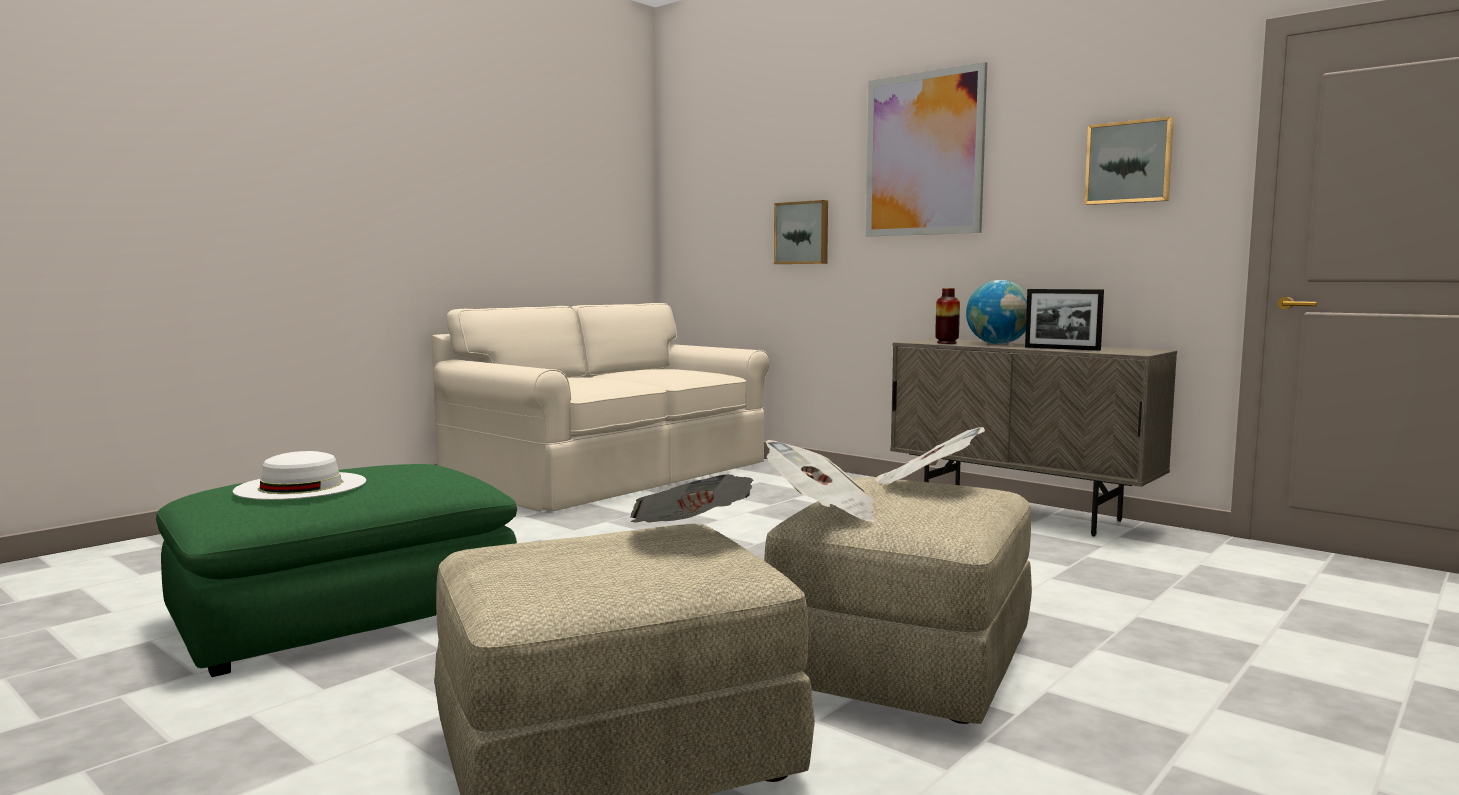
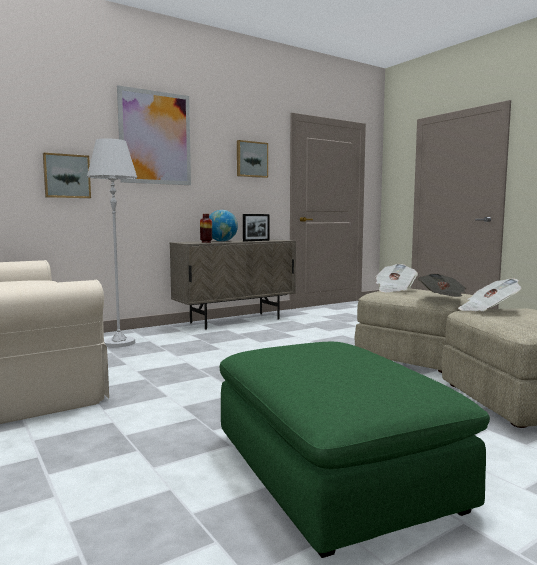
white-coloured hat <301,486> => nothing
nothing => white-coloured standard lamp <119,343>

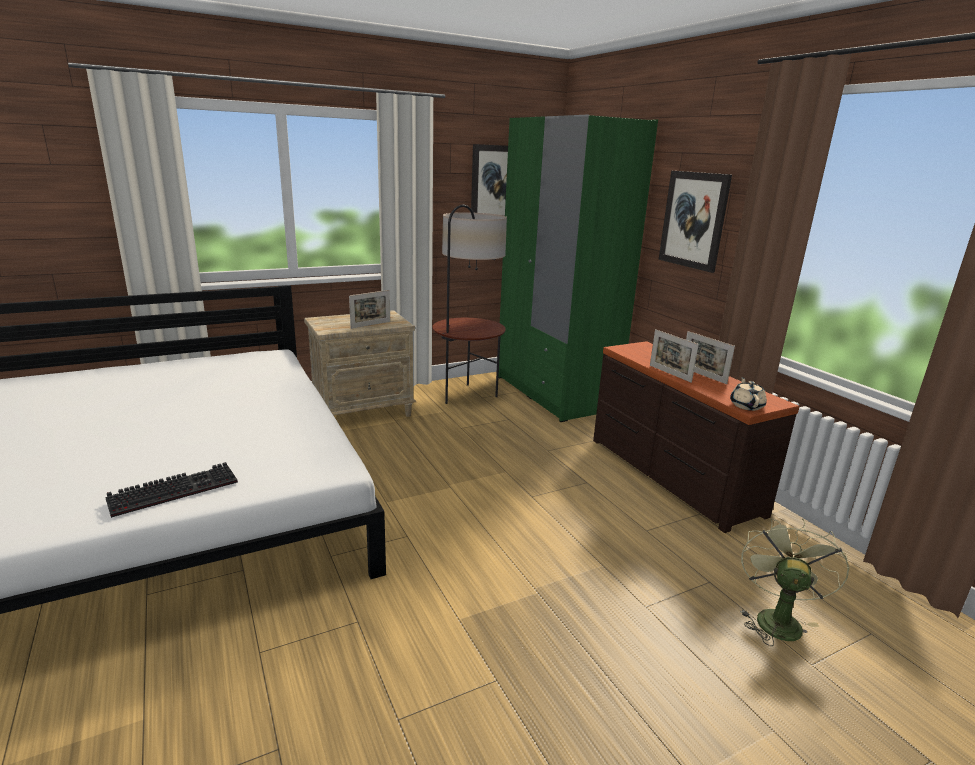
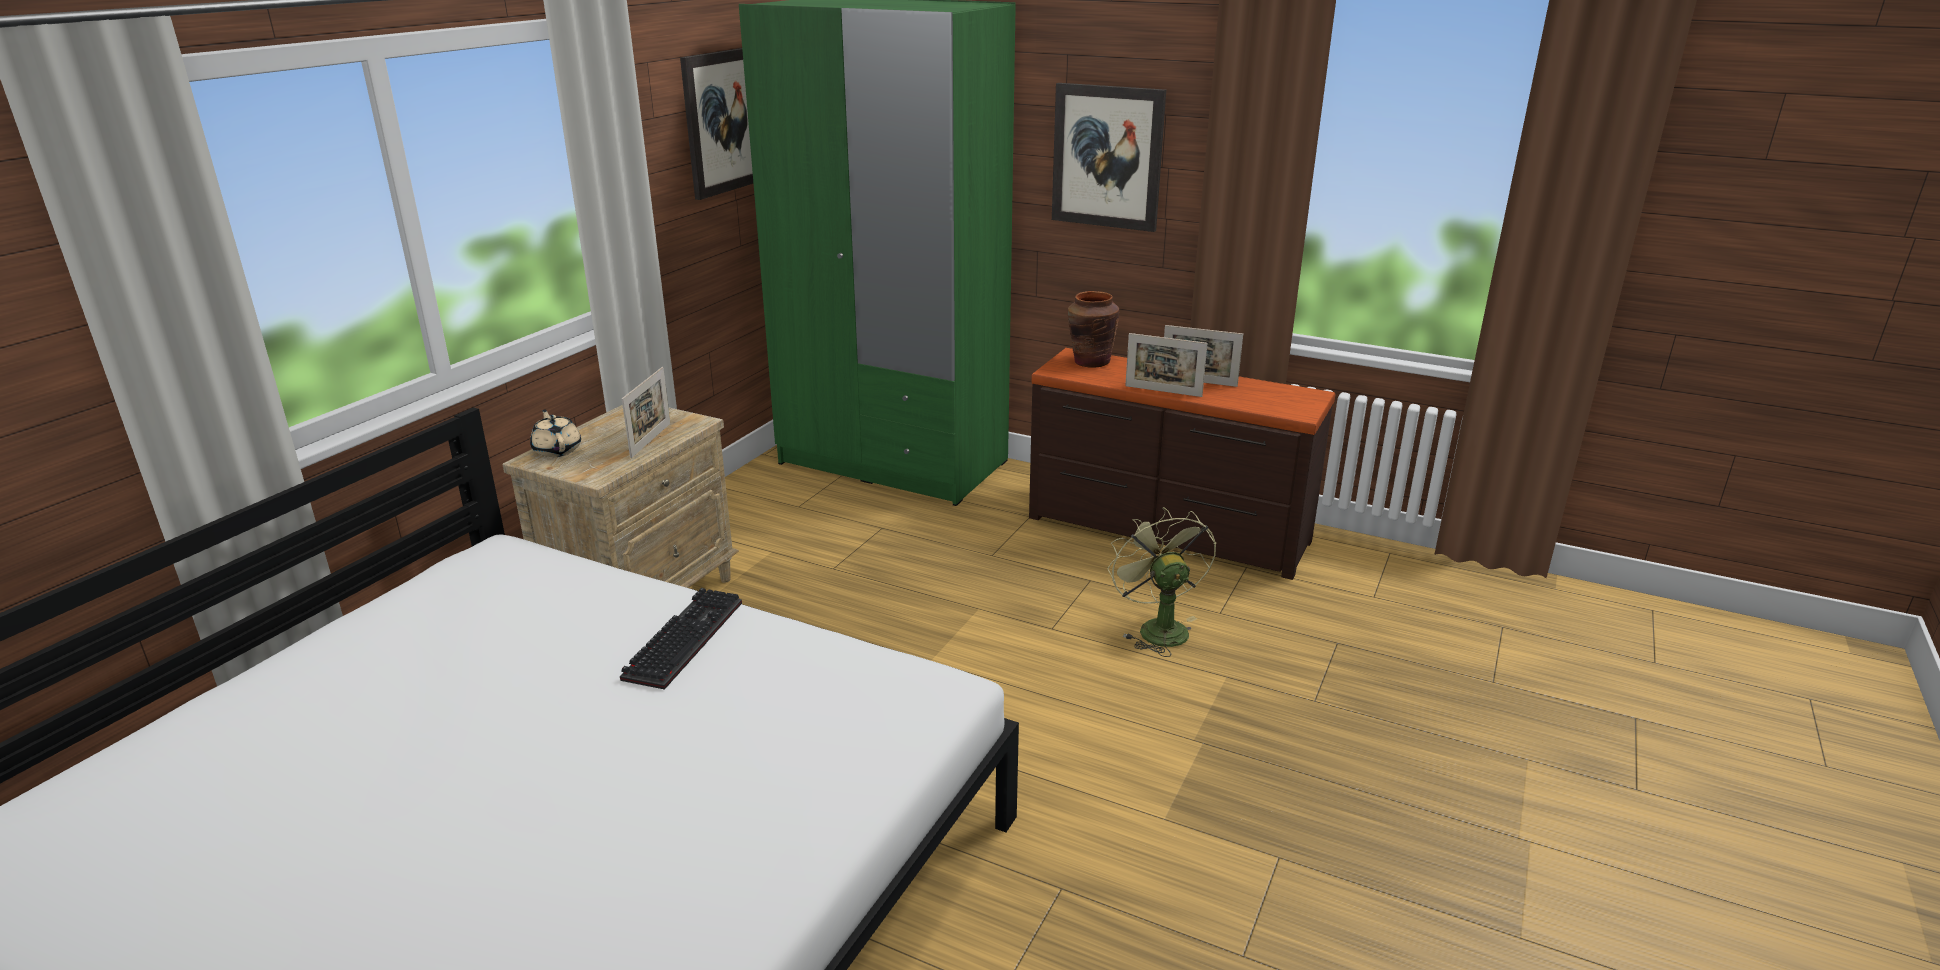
standard lamp <466,396> => nothing
nothing => brown-coloured flower vase <1091,362>
computer keyboard <175,490> => computer keyboard <683,638>, move
beige-coloured pot for tea <746,405> => beige-coloured pot for tea <557,450>, move
greenish fan <776,618> => greenish fan <1157,628>, move

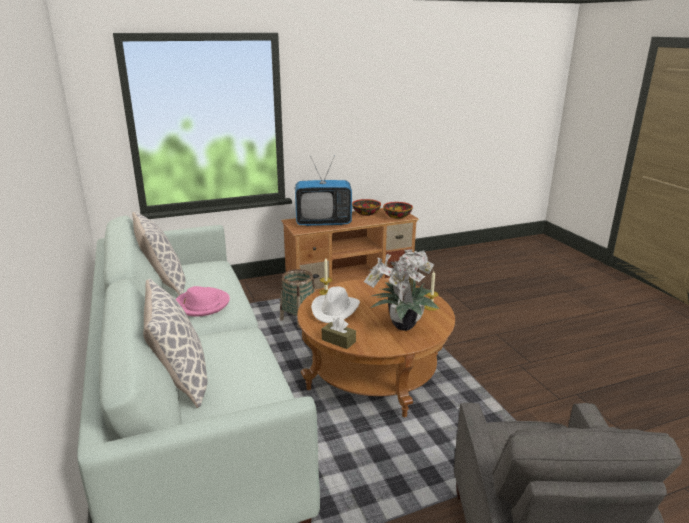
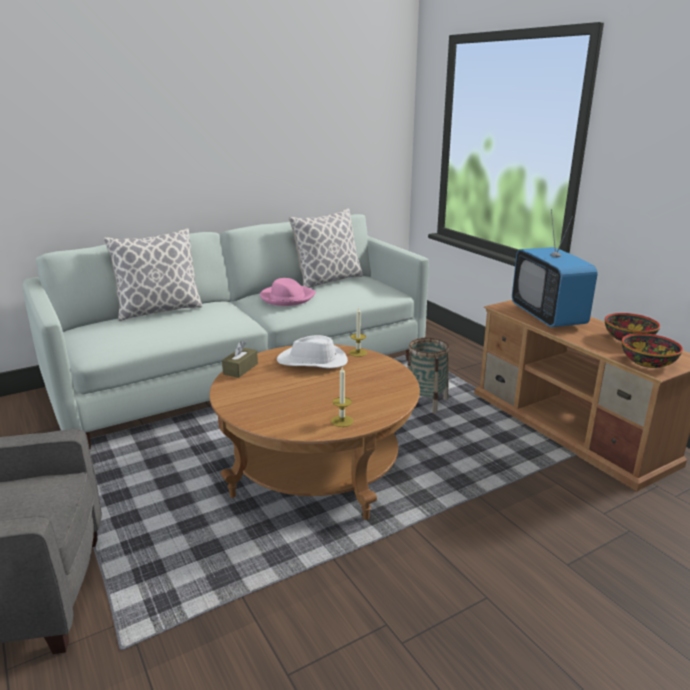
houseplant <401,326> => nothing

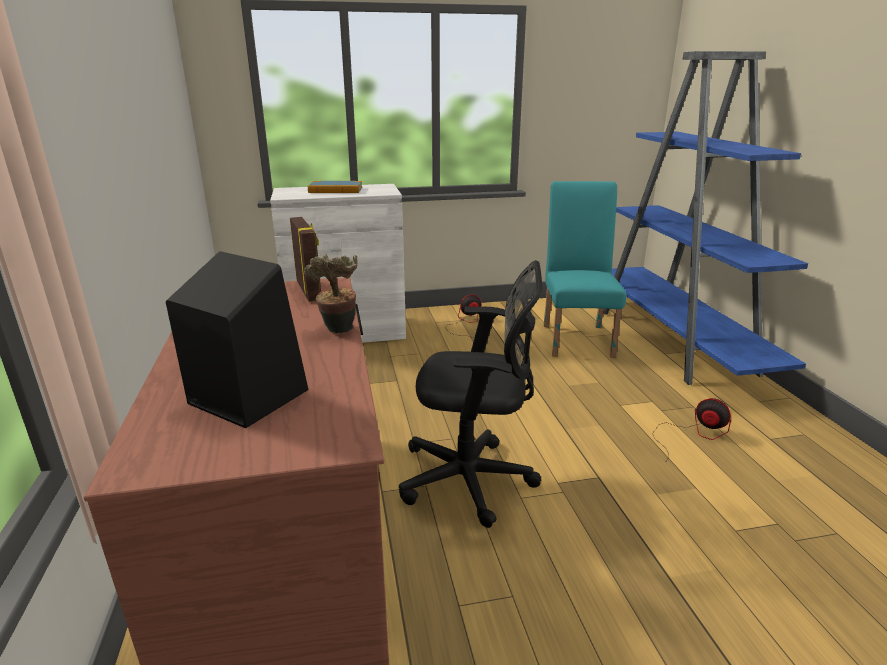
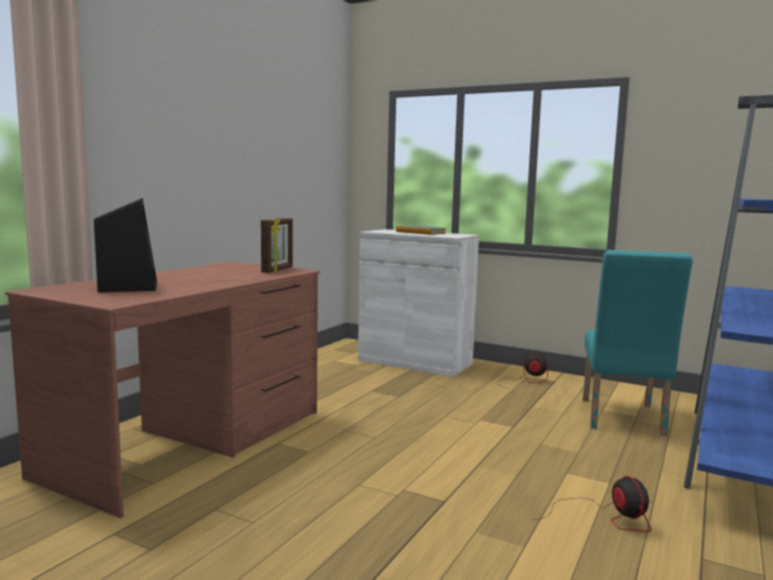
houseplant <338,331> => nothing
black desk chair <472,480> => nothing
blue-green chair <577,337> => blue-green chair <622,419>, 150 degrees clockwise

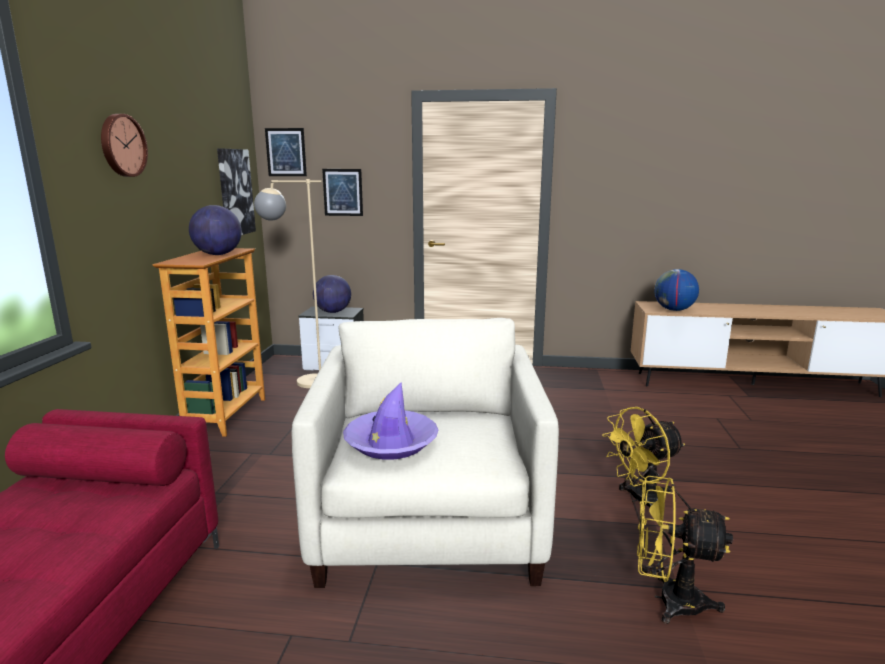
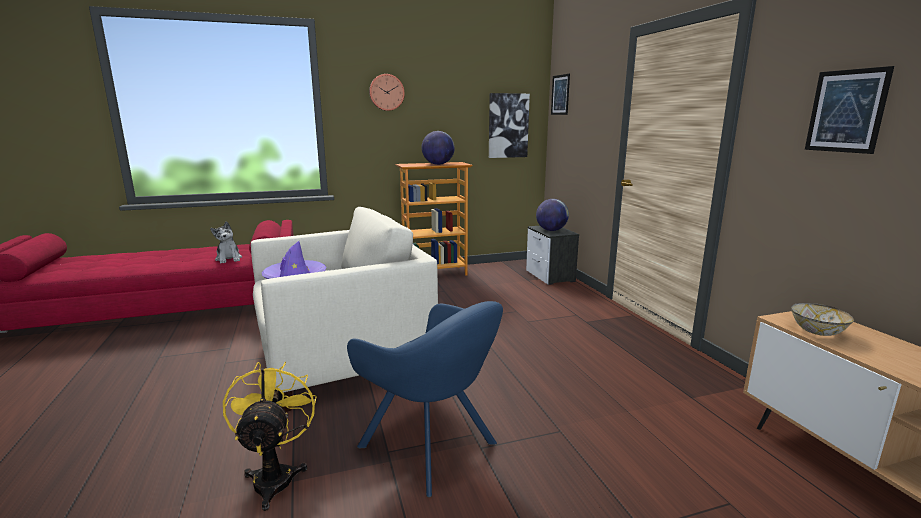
beige-coloured standard lamp <301,382> => nothing
nothing => soft toy <229,259>
picture <343,192> => picture <846,111>, move
yellow fan <640,500> => blue-coloured easy chair <432,447>
world globe <674,310> => bowl <817,332>

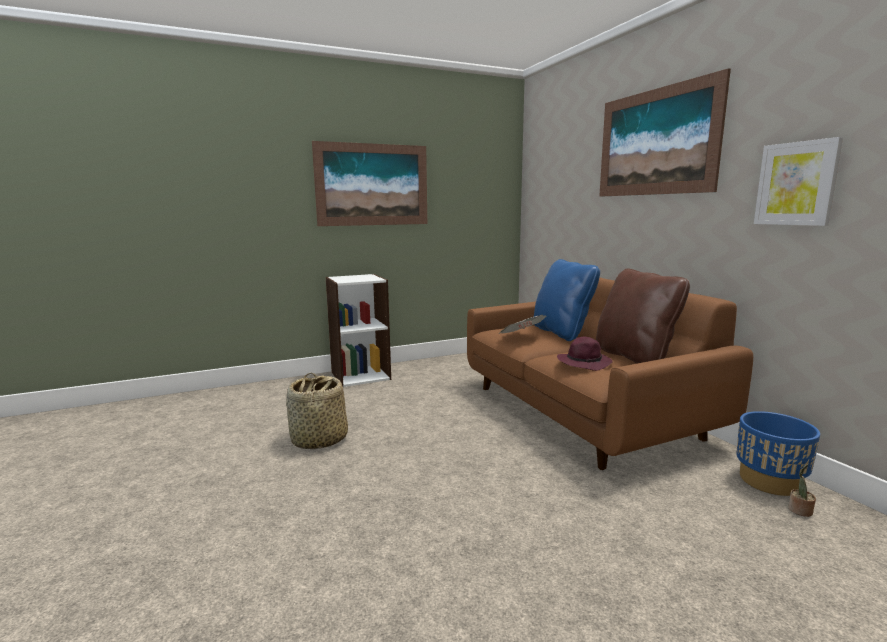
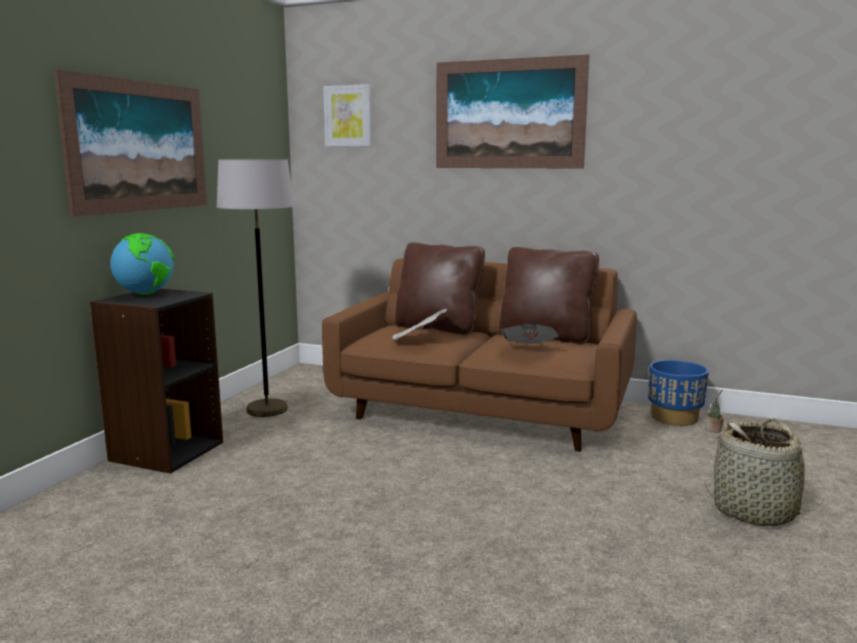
nothing => world globe <145,294>
nothing => greyish standard lamp <267,409>
storage basket <318,440> => storage basket <755,511>, move
picture <796,184> => picture <348,116>, move
purplish hat <584,363> => printed paper <529,350>
white-coloured bookcase <360,375> => black bookcase <166,451>
blue-coloured pillow <562,332> => brown-coloured pillow <438,328>

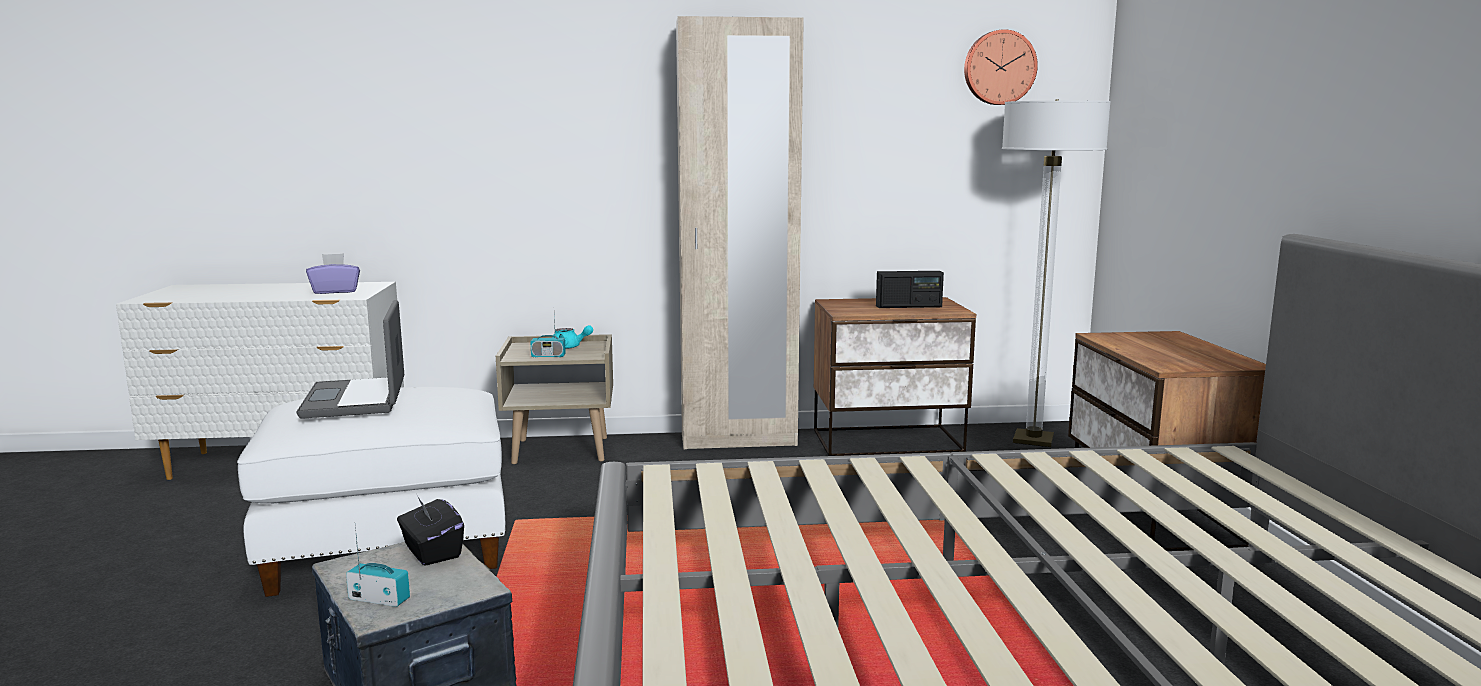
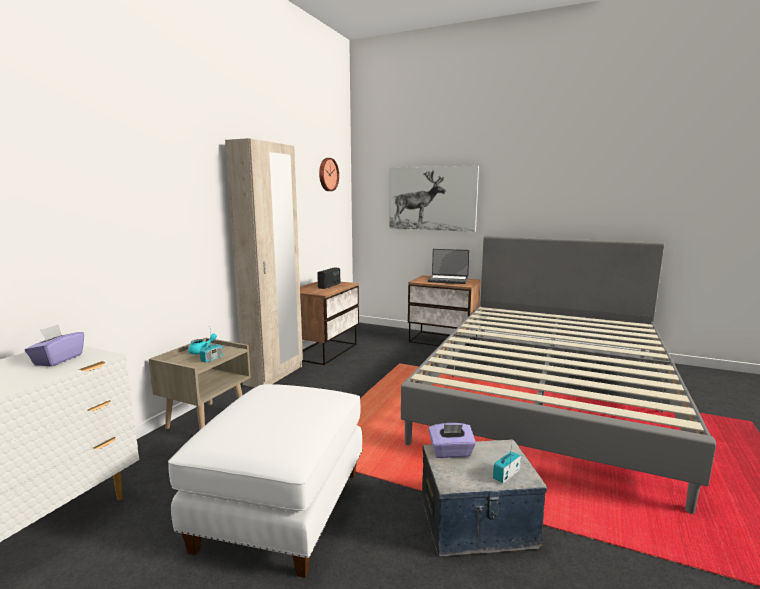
standard lamp <1033,440> => nothing
nothing => picture <432,198>
laptop <357,400> => laptop <448,280>, move
black tissue box <431,552> => purplish tissue box <451,452>

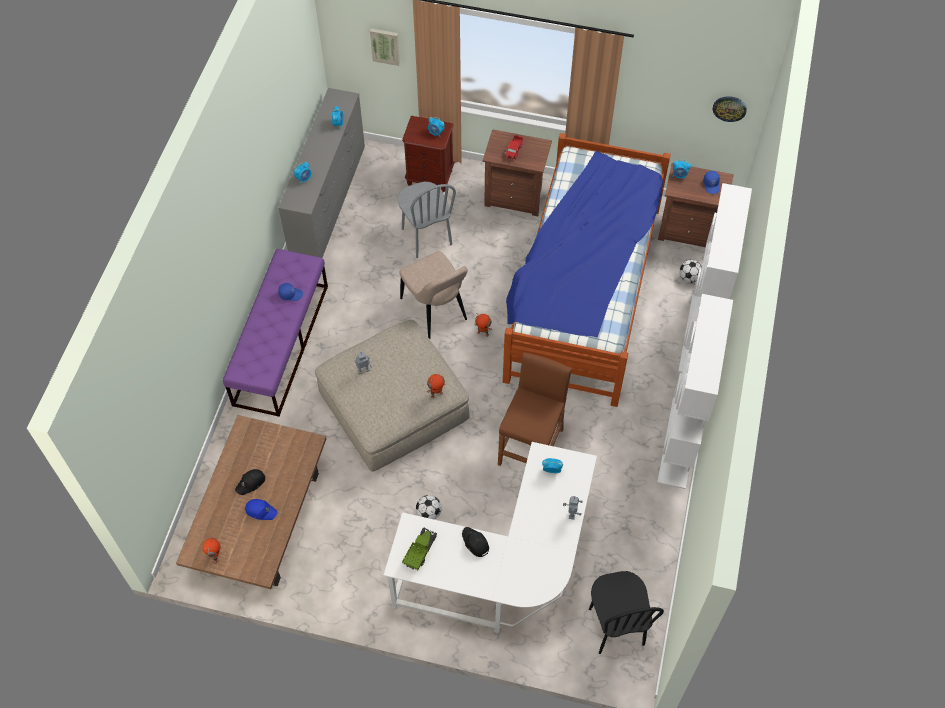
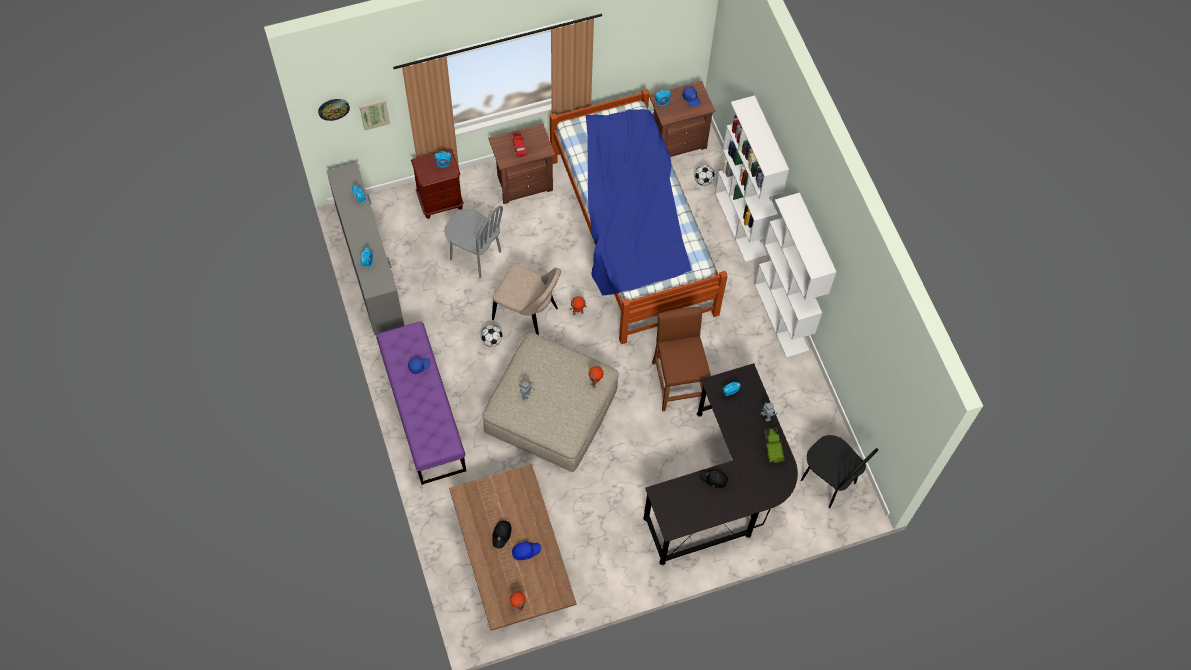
toy truck <420,551> => toy truck <772,447>, move
football ball <429,513> => football ball <492,340>, move
clock on the wall <729,108> => clock on the wall <333,108>, move
white-coloured desk table <504,571> => black desk table <723,488>

